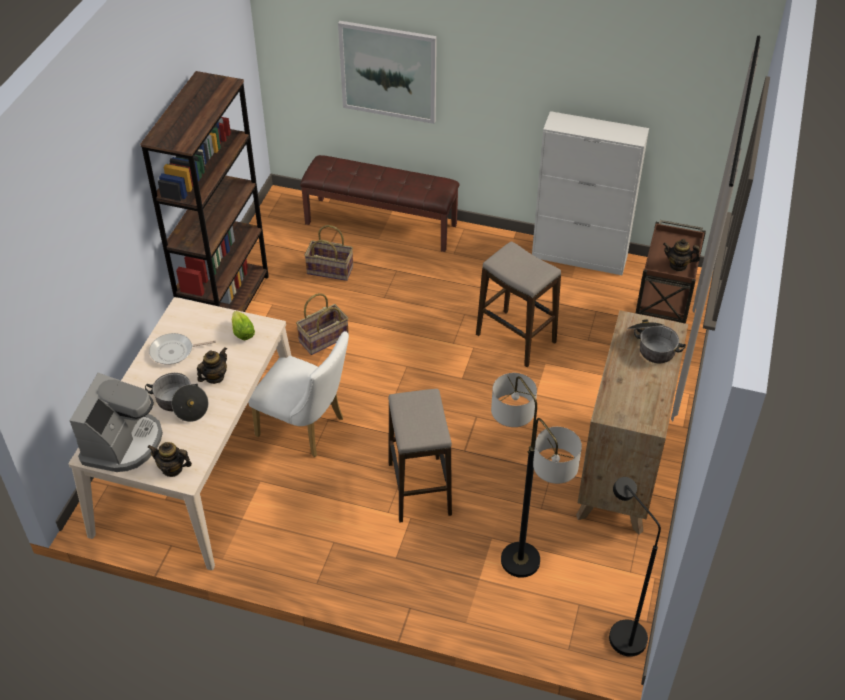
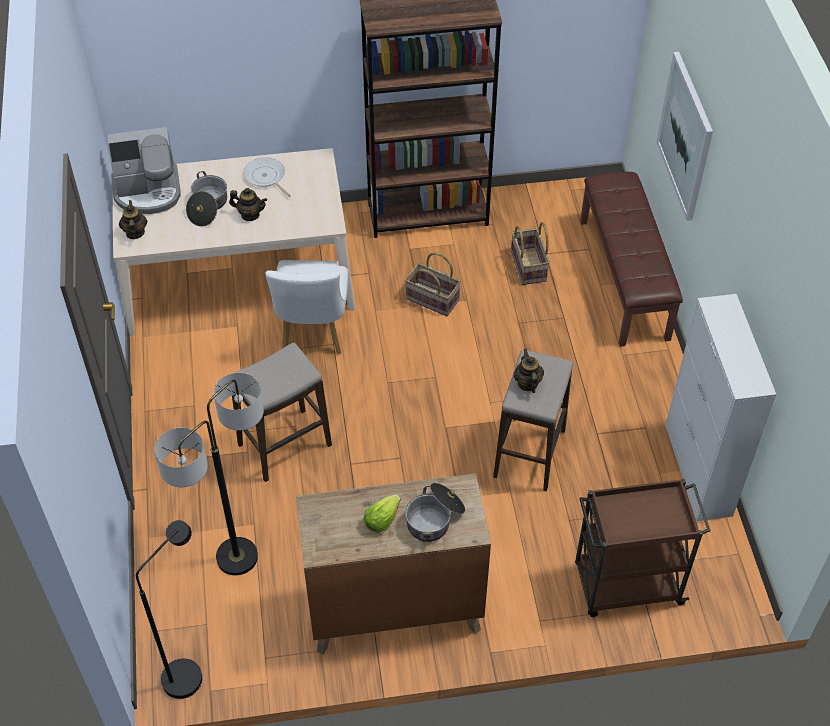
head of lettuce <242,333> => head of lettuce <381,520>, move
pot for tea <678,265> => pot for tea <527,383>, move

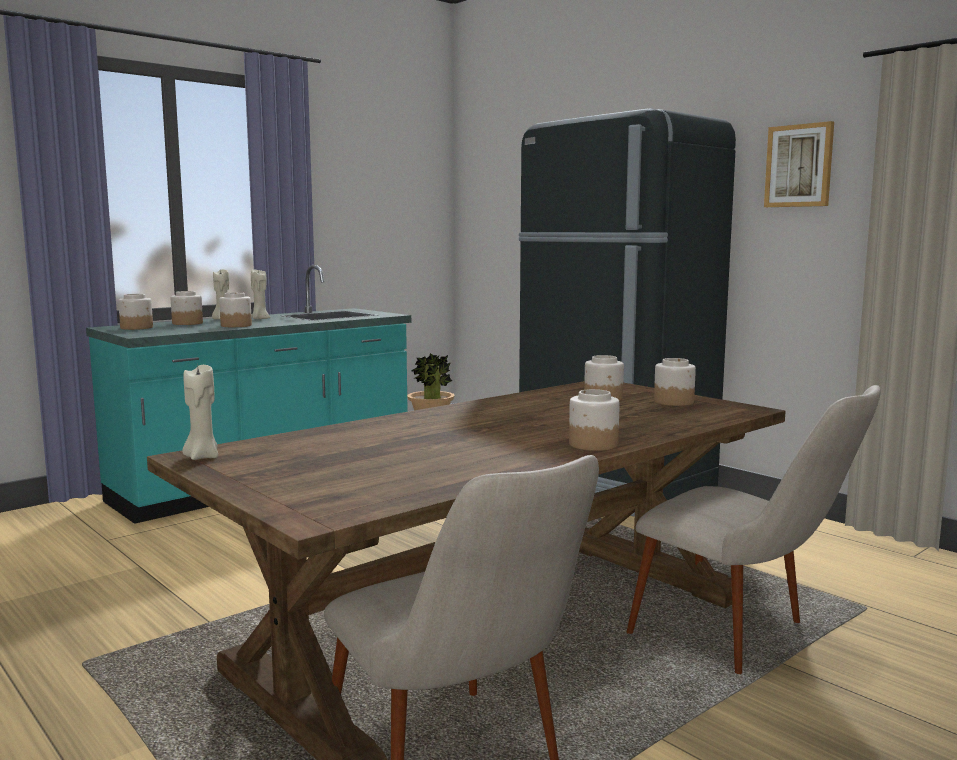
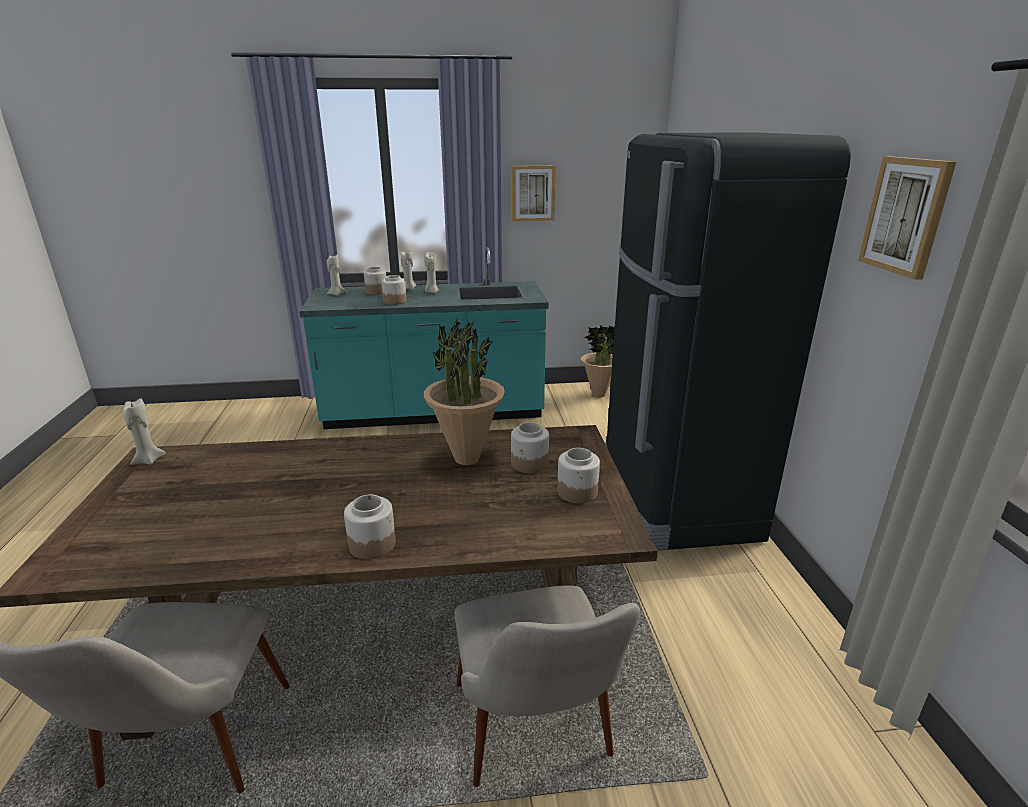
nothing => houseplant <466,458>
nothing => picture <533,193>
preserve jar <137,328> => beige-coloured wax candle <336,294>

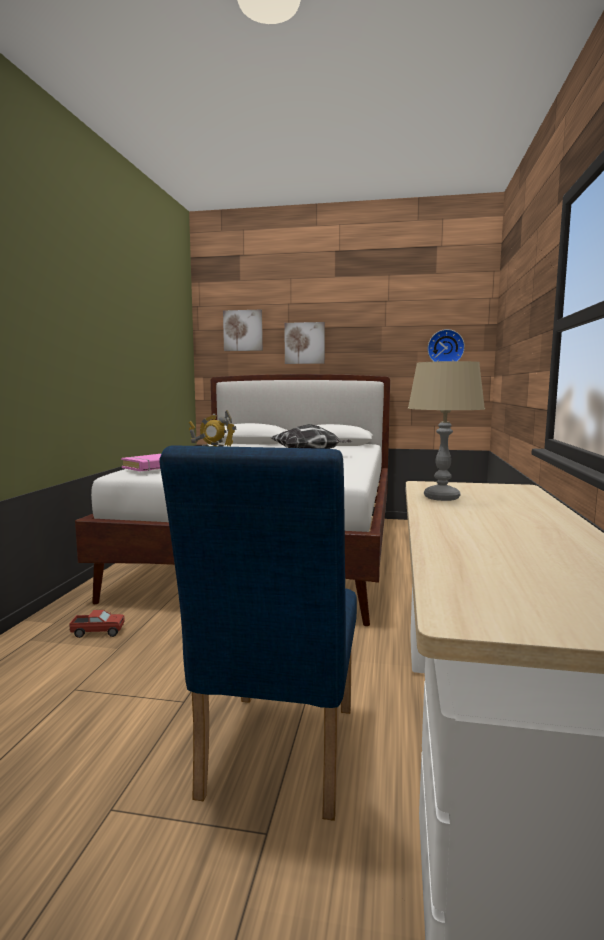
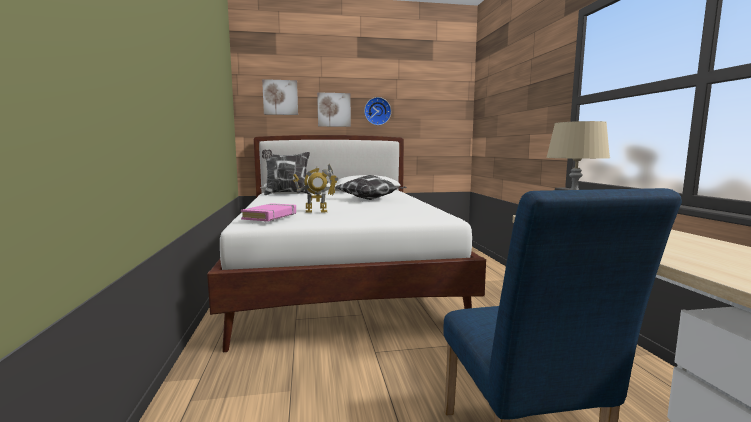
toy truck <98,632> => nothing
nothing => pillow <286,194>
clock on the wall <445,348> => clock on the wall <377,111>, move

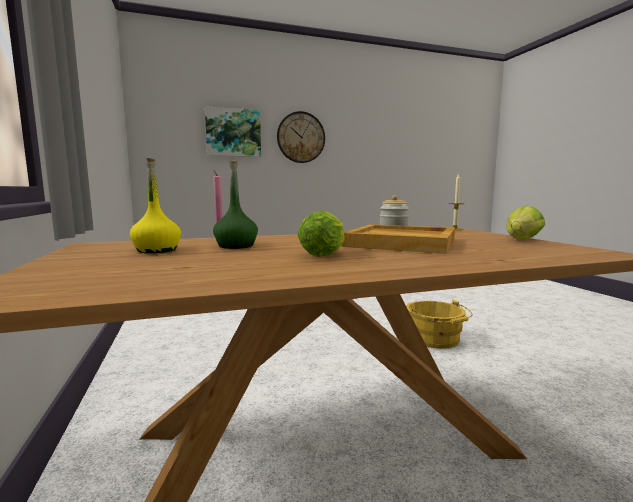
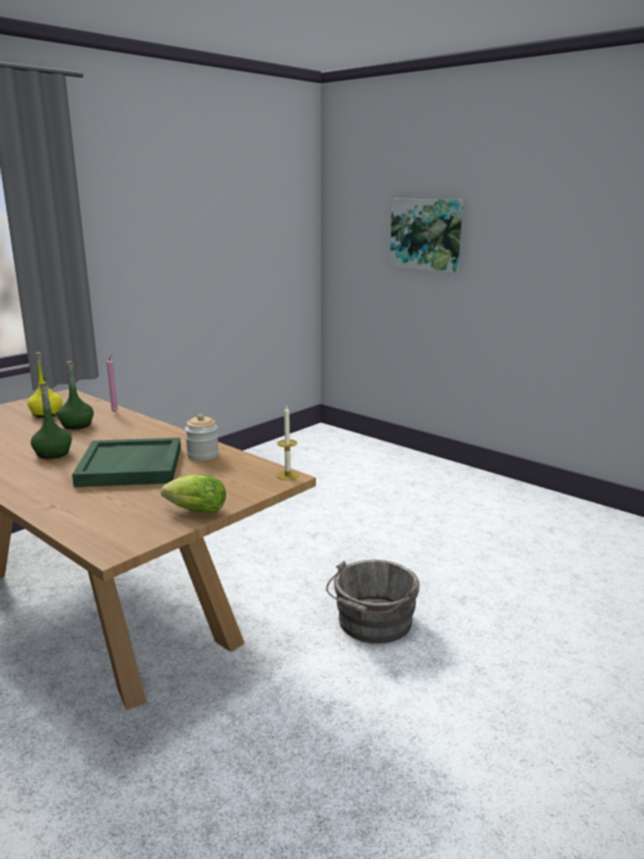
clock on the wall <301,137> => nothing
head of lettuce <325,254> => greenish drink bottle <53,453>
beige-coloured carrying tray <402,243> => greenish carrying tray <131,467>
yellow pail <435,339> => greyish pail <372,623>

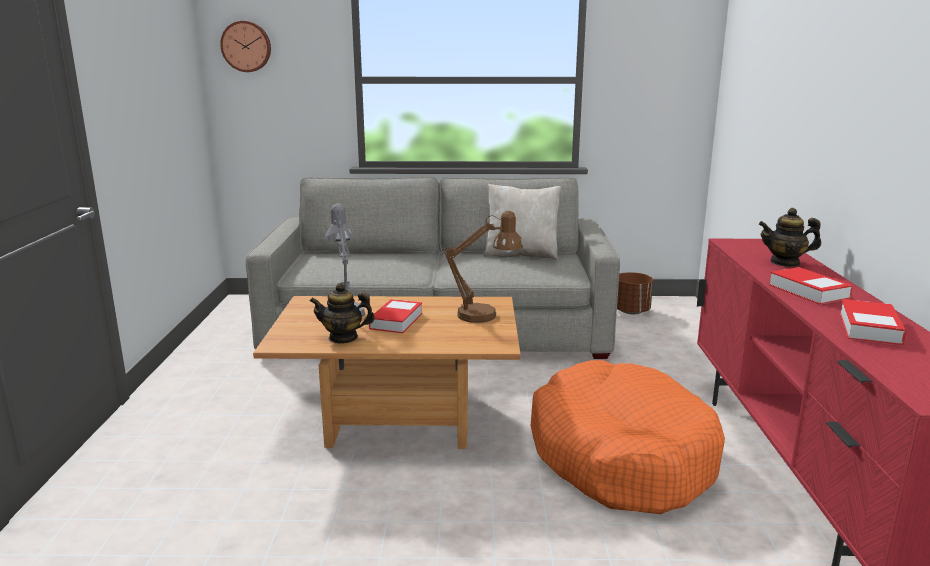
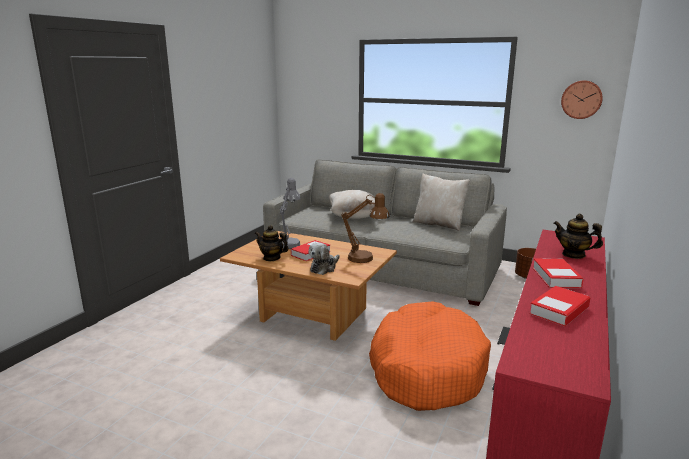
nothing => soft toy <324,268>
nothing => beige-coloured pillow <353,216>
clock on the wall <246,46> => clock on the wall <581,99>, move

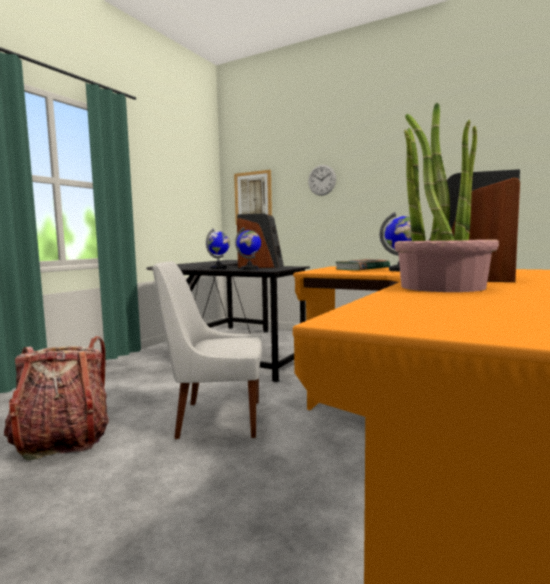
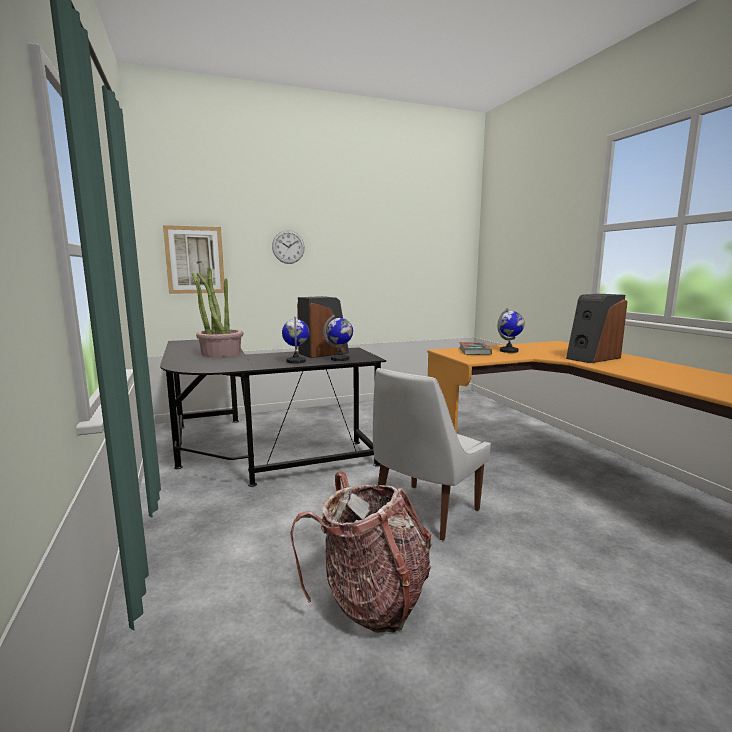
houseplant <441,287> => houseplant <220,353>, move

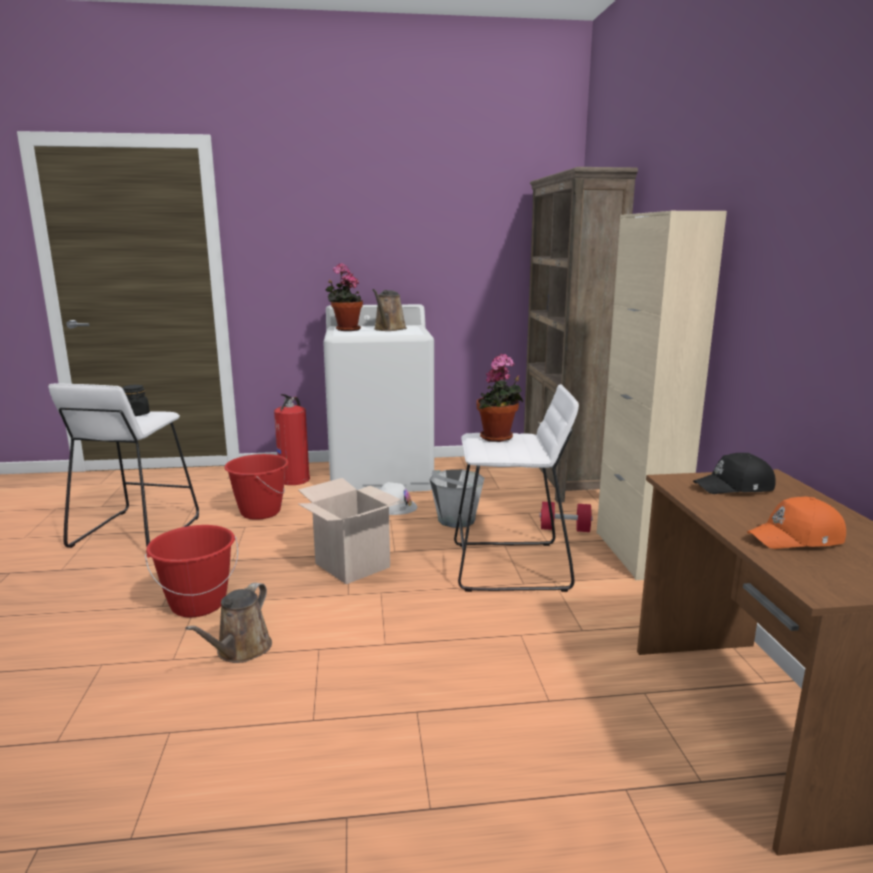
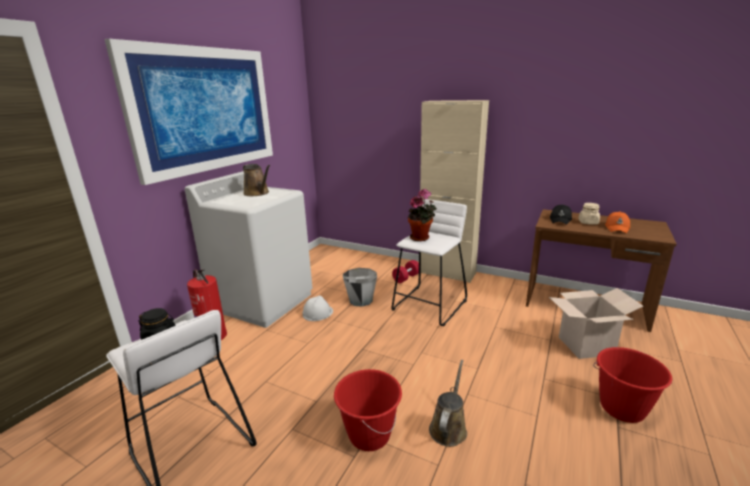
houseplant <346,329> => nothing
brown-coloured bookcase <562,477> => nothing
nothing => picture <205,110>
nothing => beige-coloured preserve jar <588,222>
reddish pail <260,512> => reddish pail <622,408>, move
packing box <352,565> => packing box <585,345>, move
brown-coloured watering can <241,651> => brown-coloured watering can <449,427>, 120 degrees counterclockwise

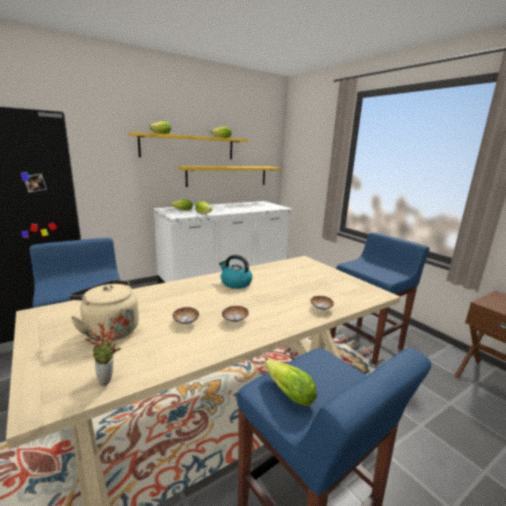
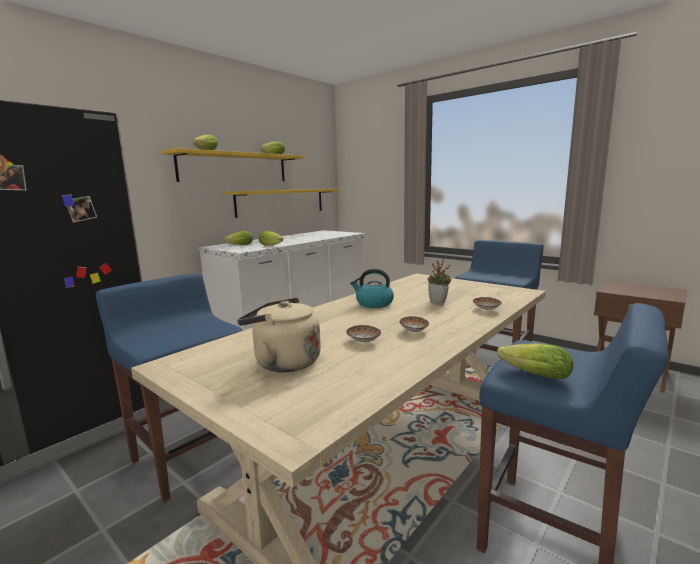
houseplant <108,379> => houseplant <439,302>, move

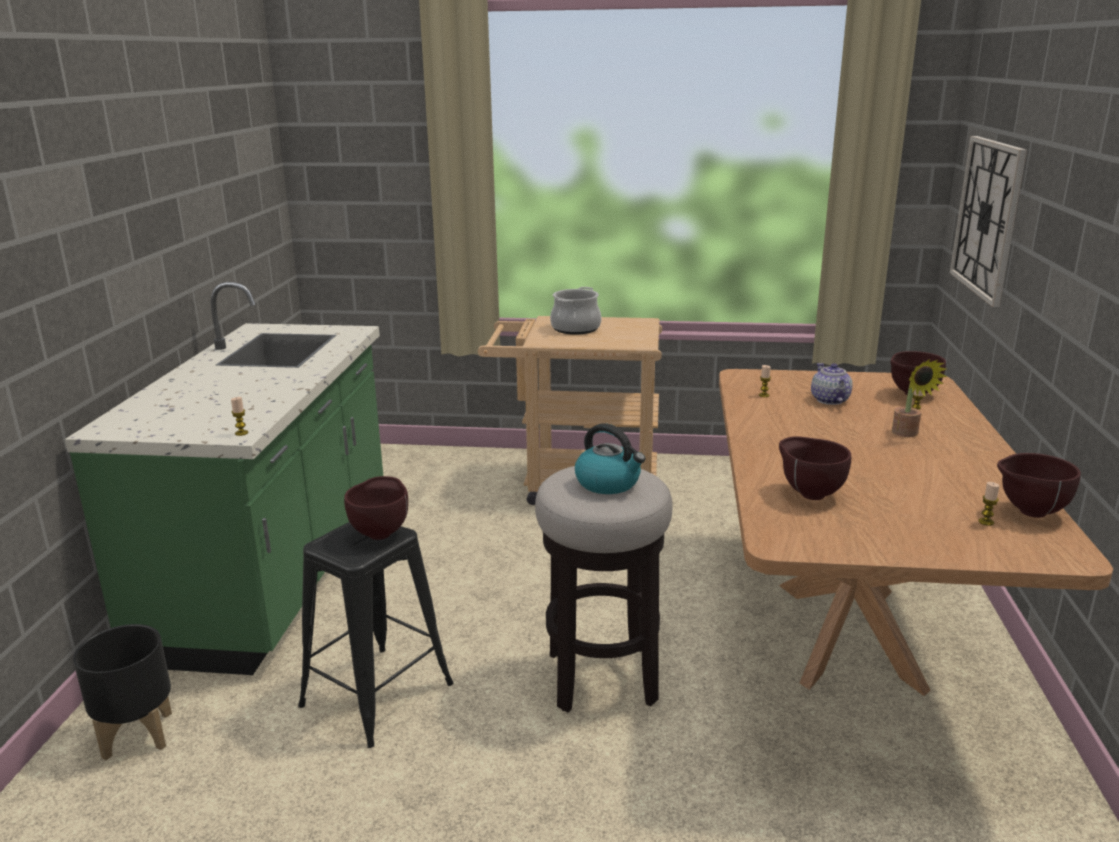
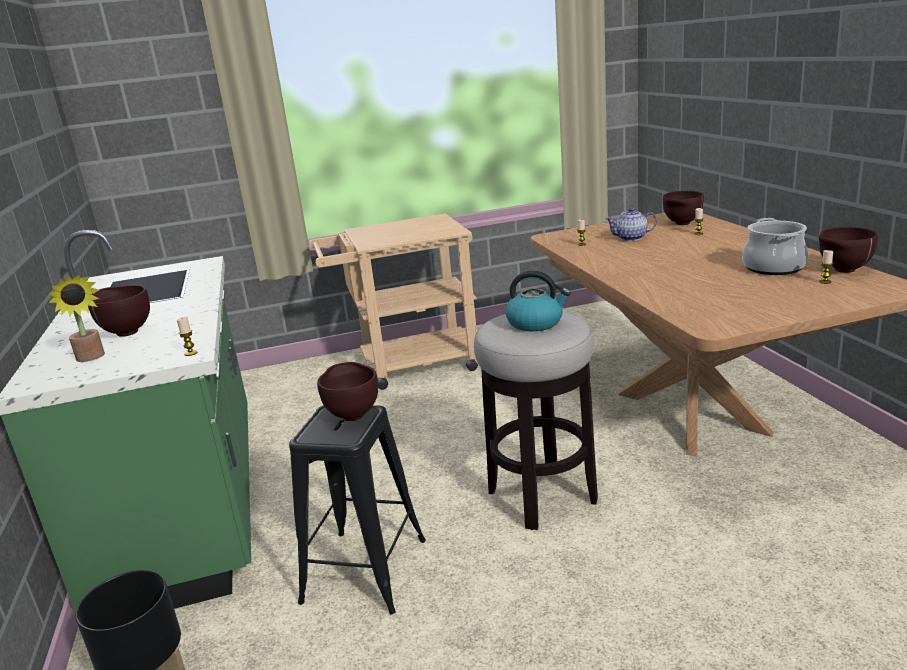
clock on the wall <987,217> => nothing
saucepot <576,328> => saucepot <774,267>, move
brown-coloured bowl <809,494> => brown-coloured bowl <125,332>, move
houseplant <908,434> => houseplant <91,358>, move
pot for tea <829,400> => pot for tea <631,238>, 60 degrees counterclockwise

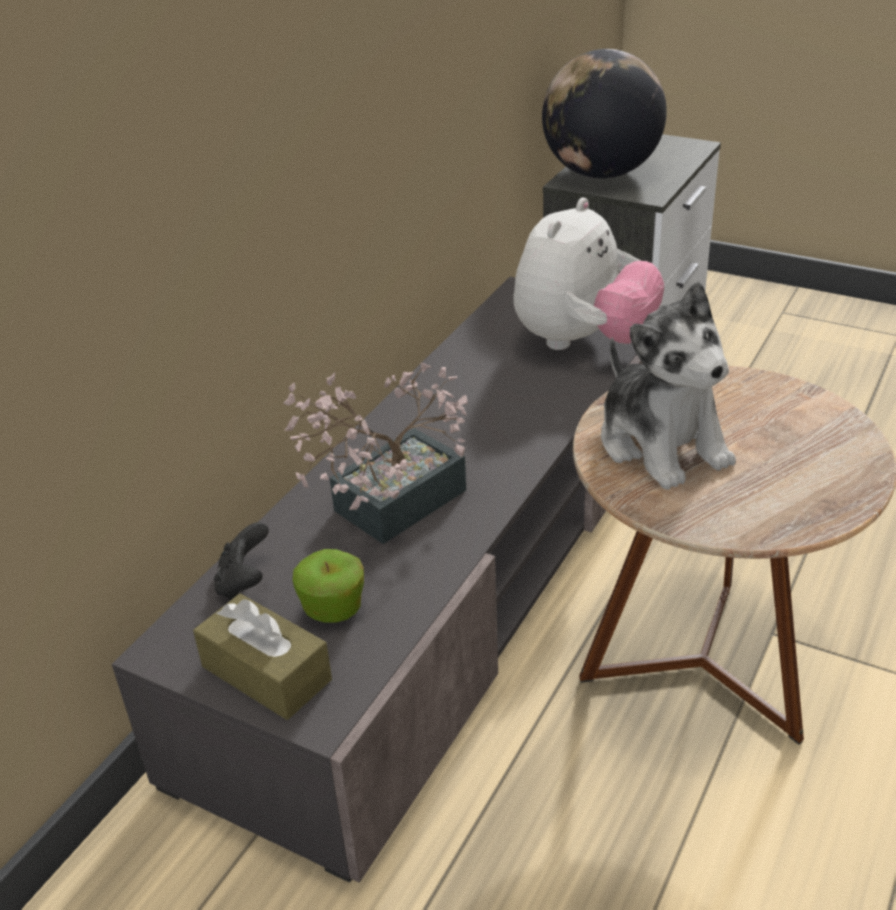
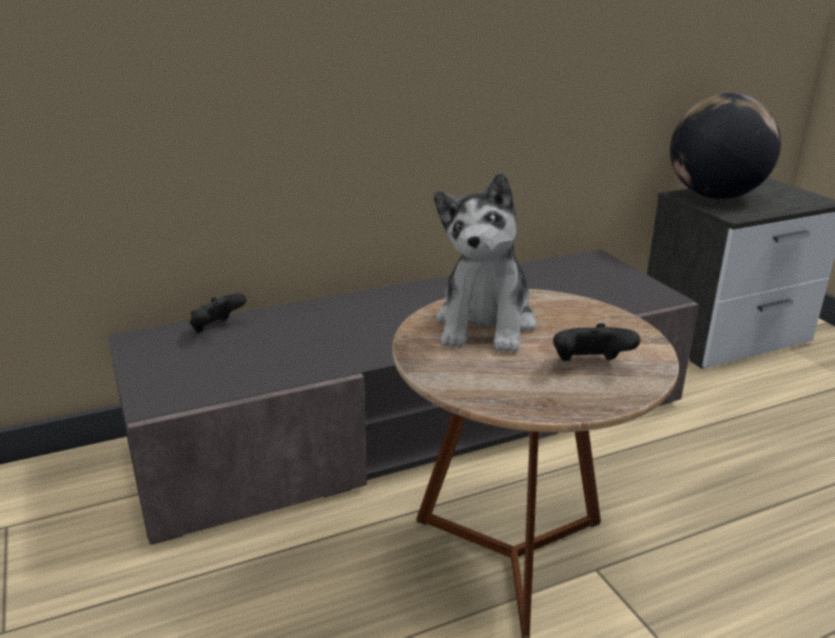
brown-coloured tissue box <266,673> => nothing
houseplant <387,507> => nothing
whole apple <333,609> => nothing
soft toy <583,342> => nothing
nothing => black game controller <589,366>

